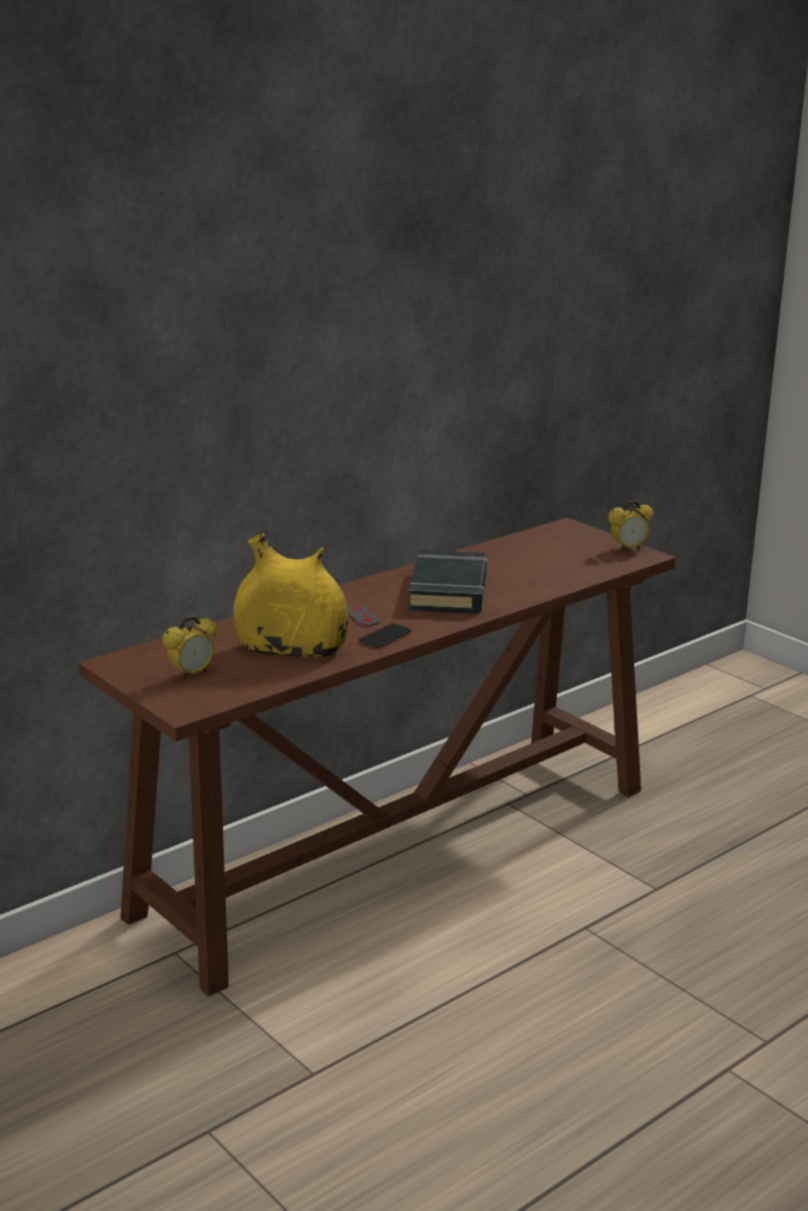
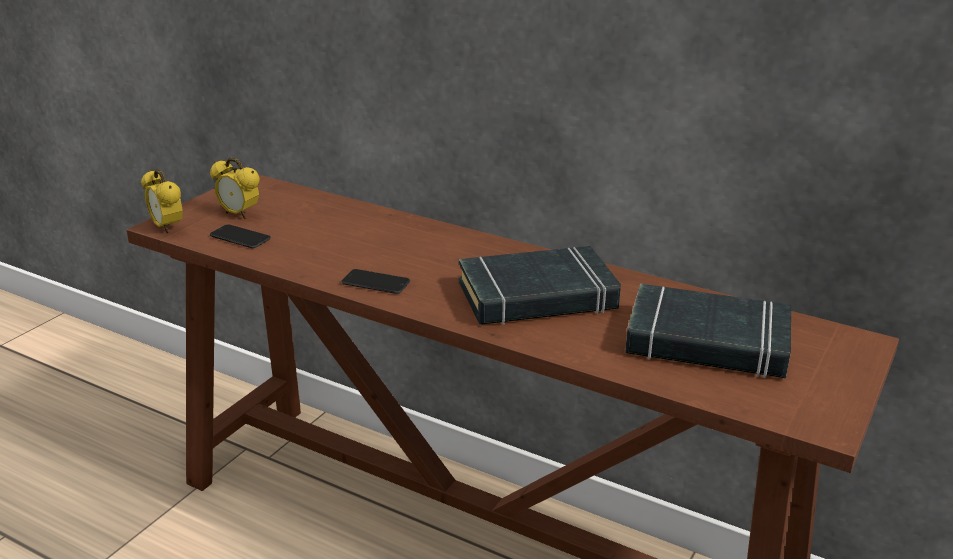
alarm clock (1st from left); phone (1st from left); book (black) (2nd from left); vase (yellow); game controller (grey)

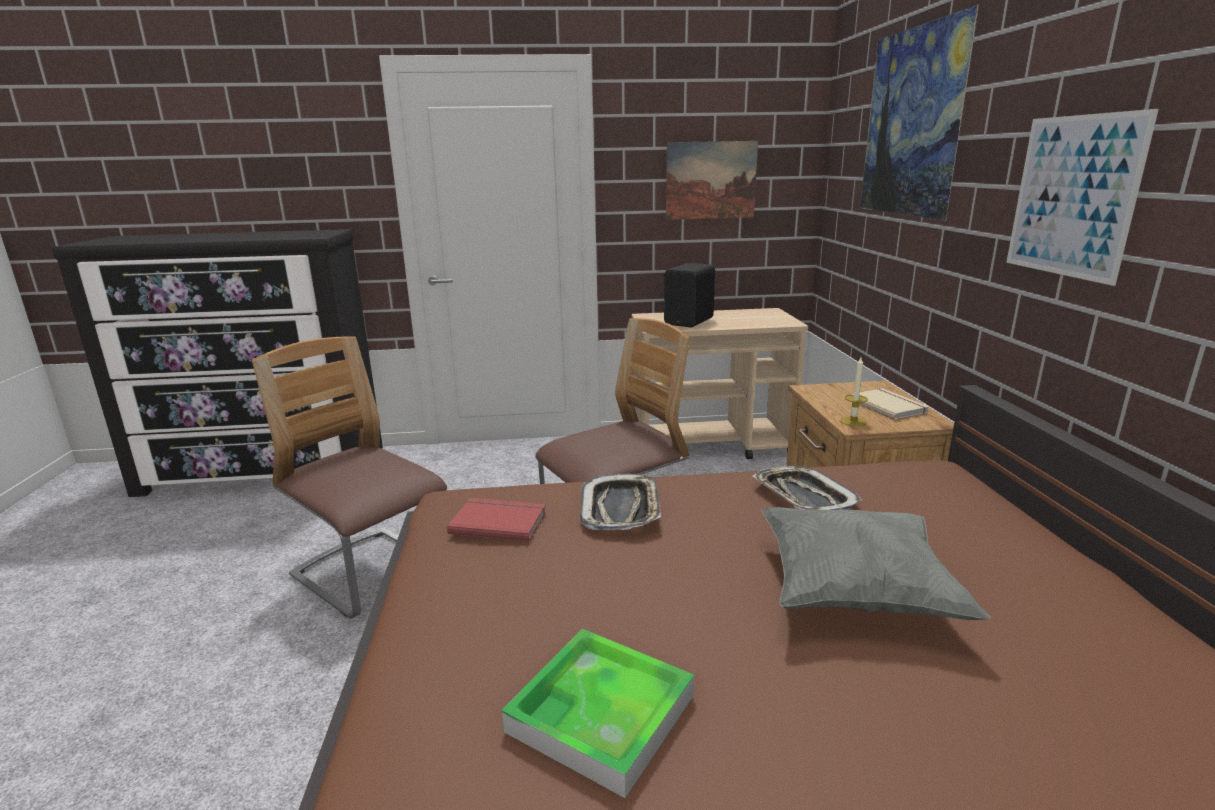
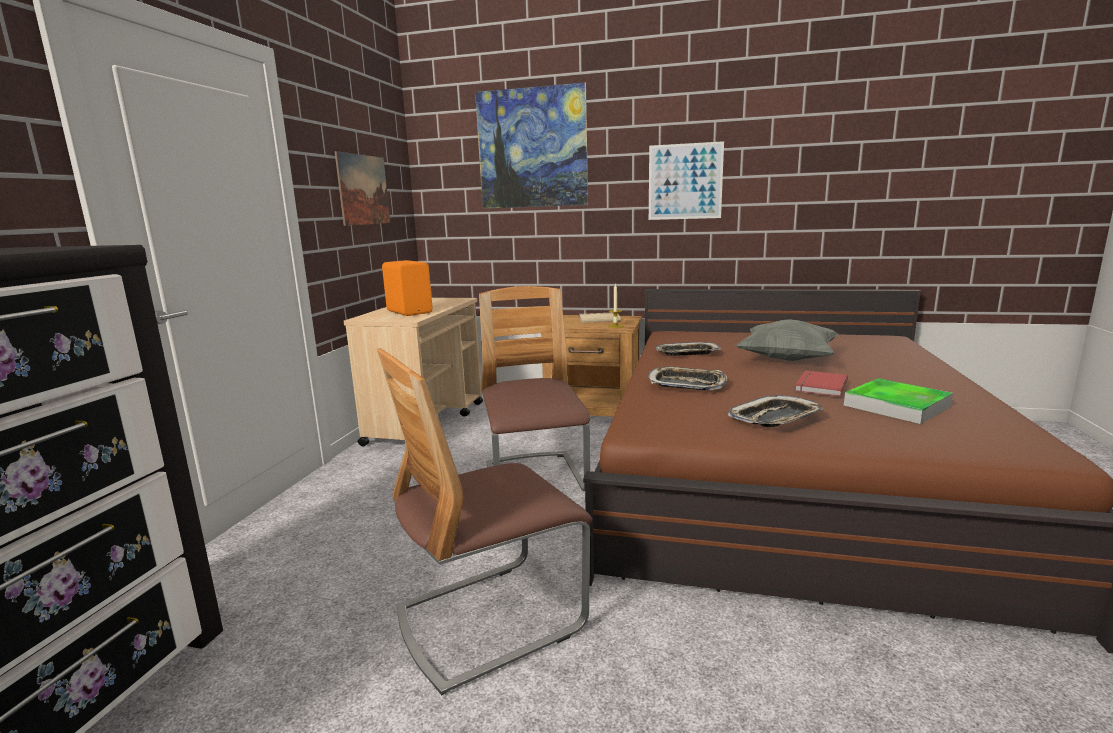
speaker (orange); tray (3rd from left); book (red)

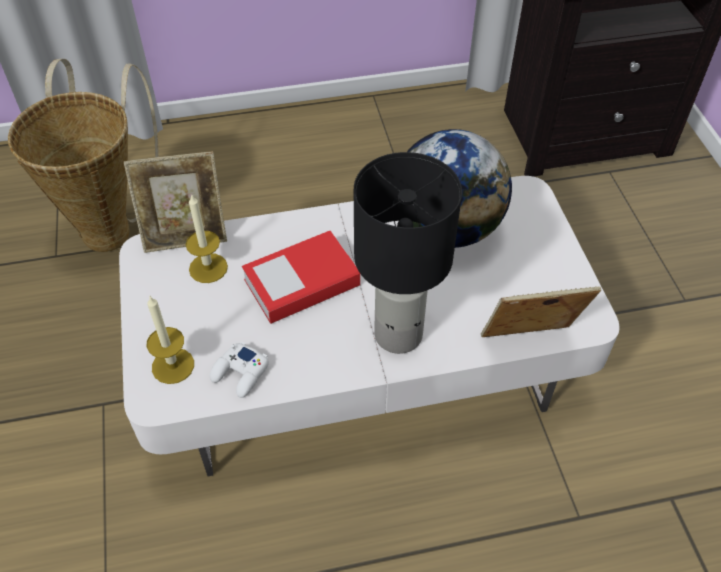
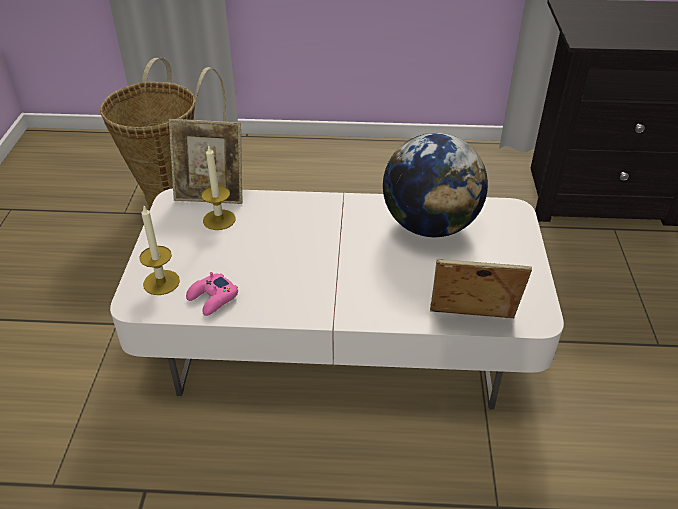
game controller (pink); book; table lamp (black)

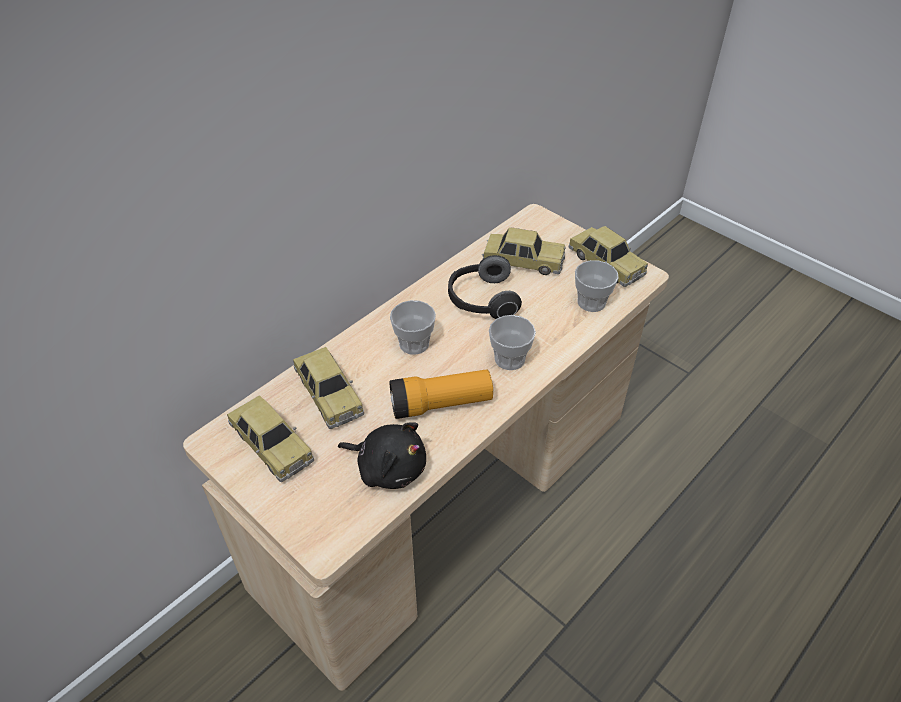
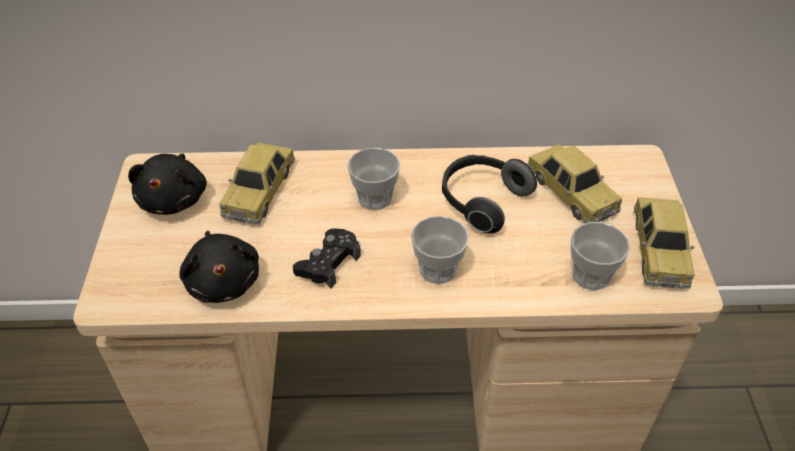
plush toy (black) (1st from left); game controller (black)

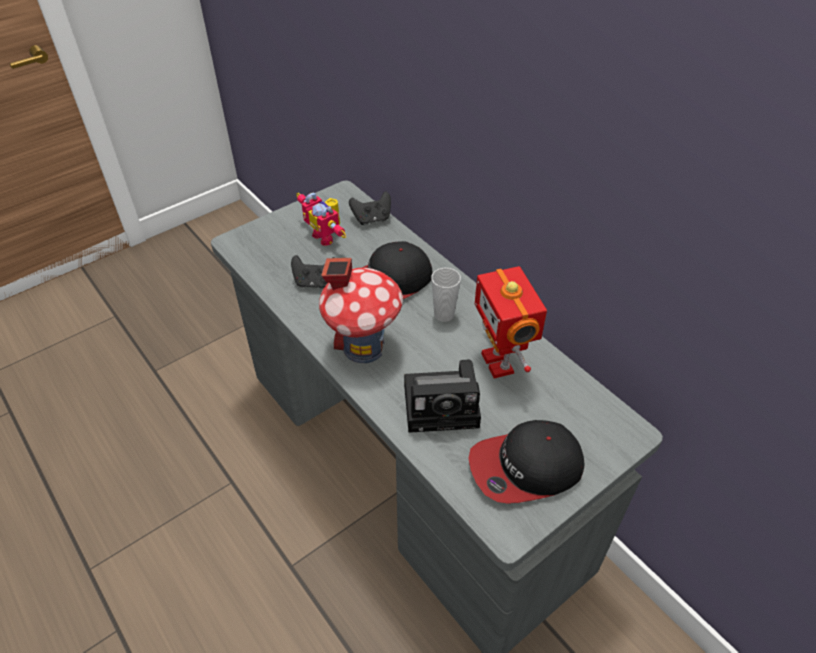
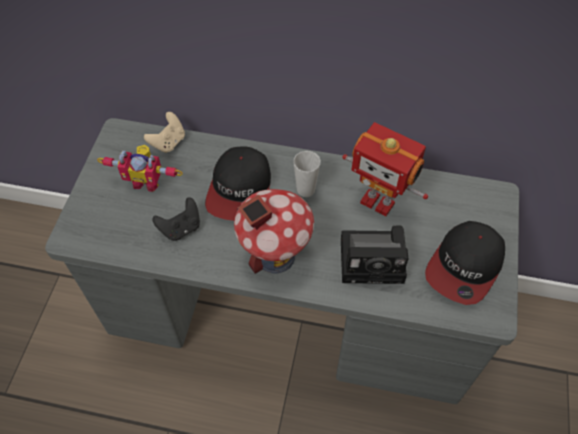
game controller (beige); photo camera

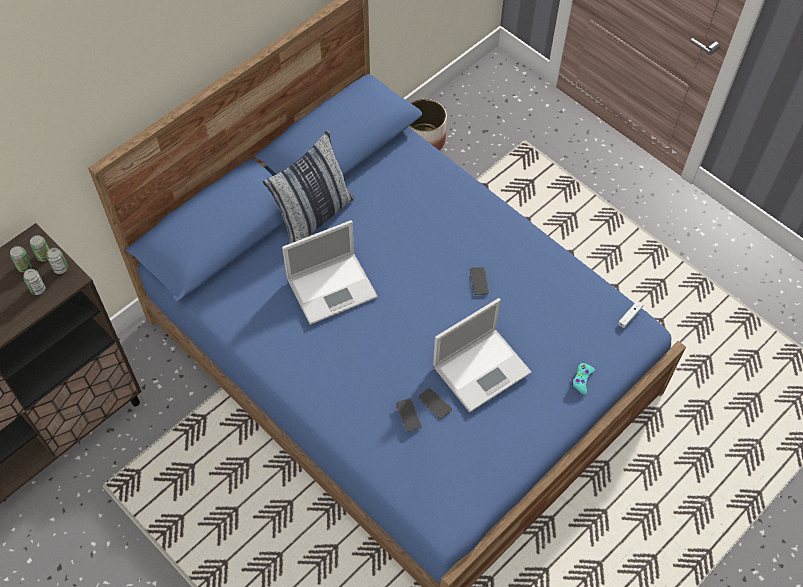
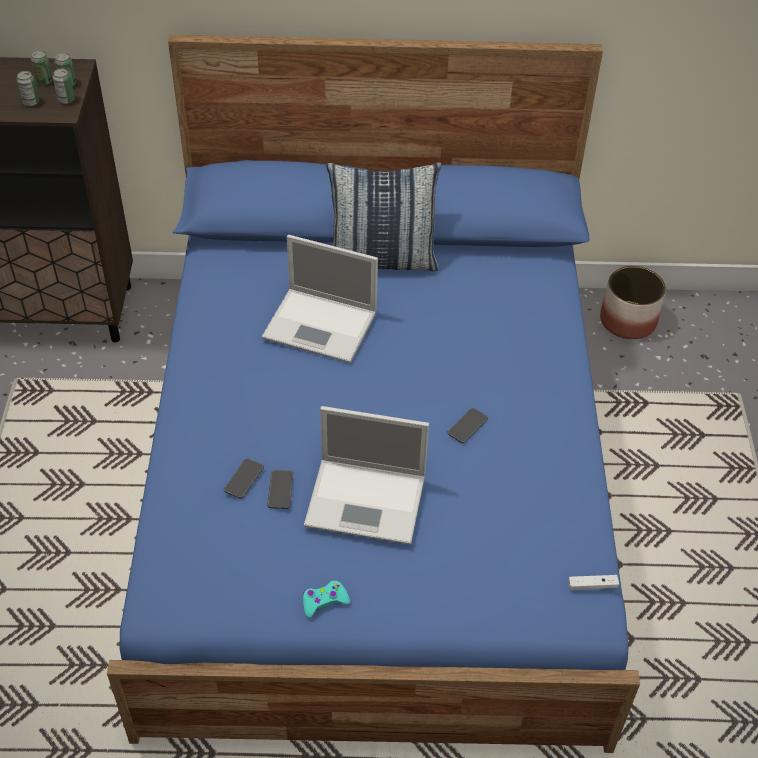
game controller (turquoise)

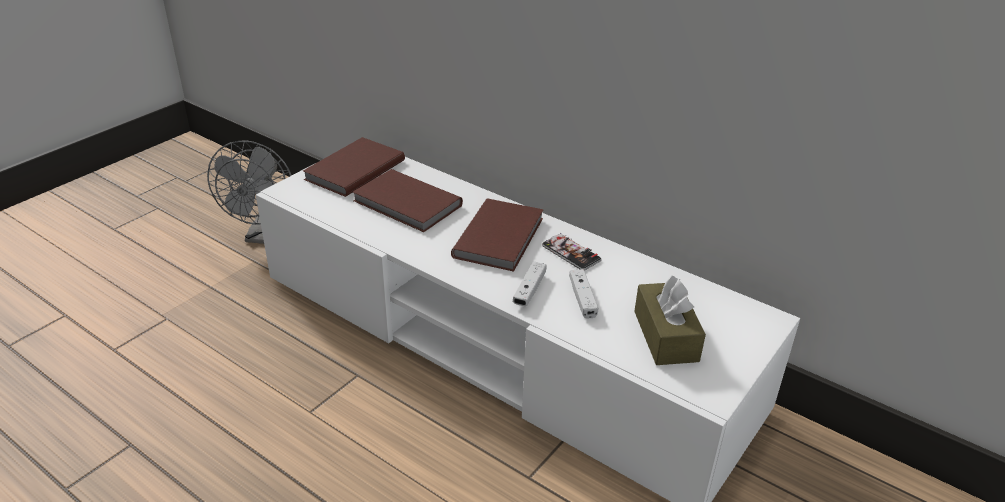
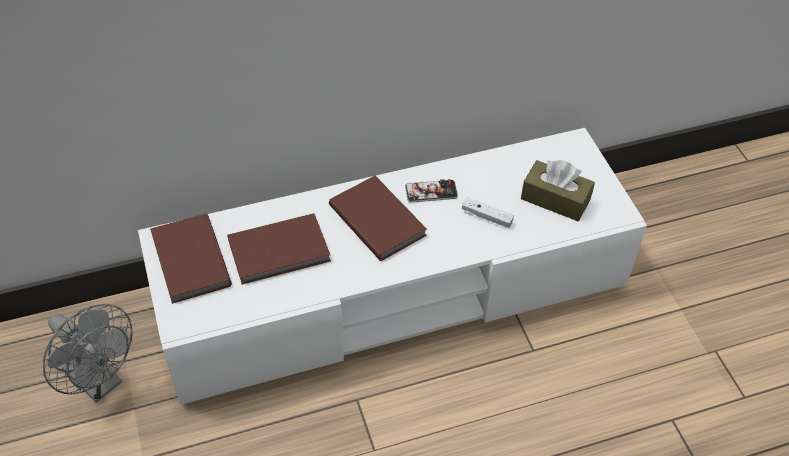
game controller (white) (1st from left in the first image)

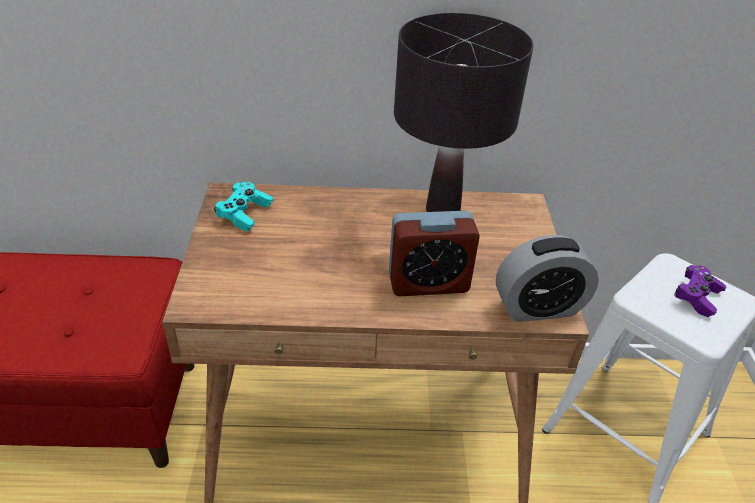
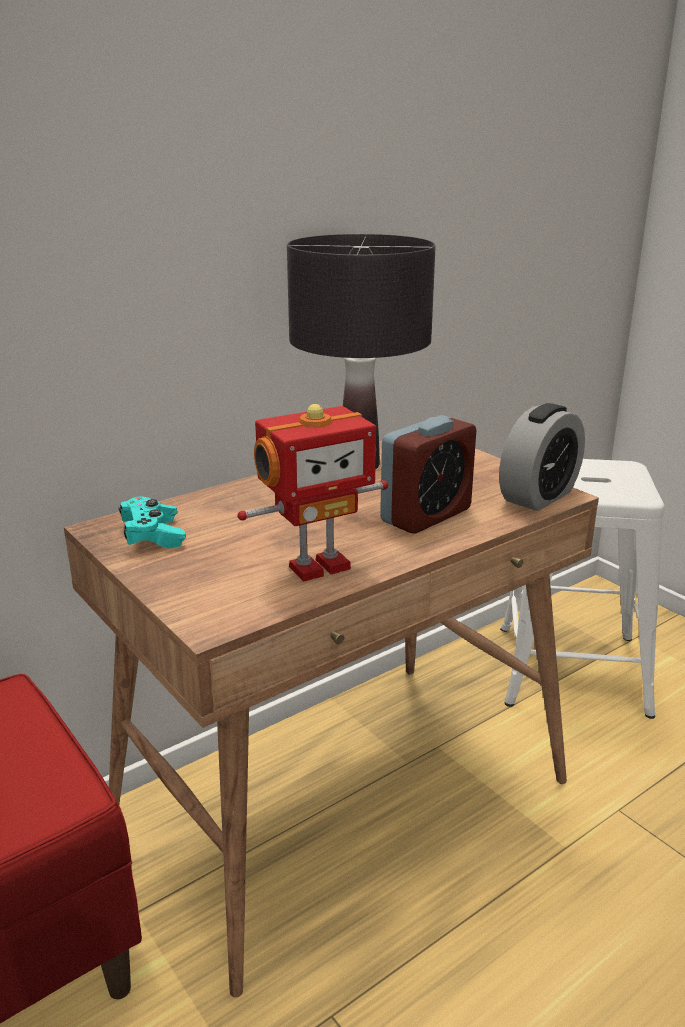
toy robot; game controller (purple)

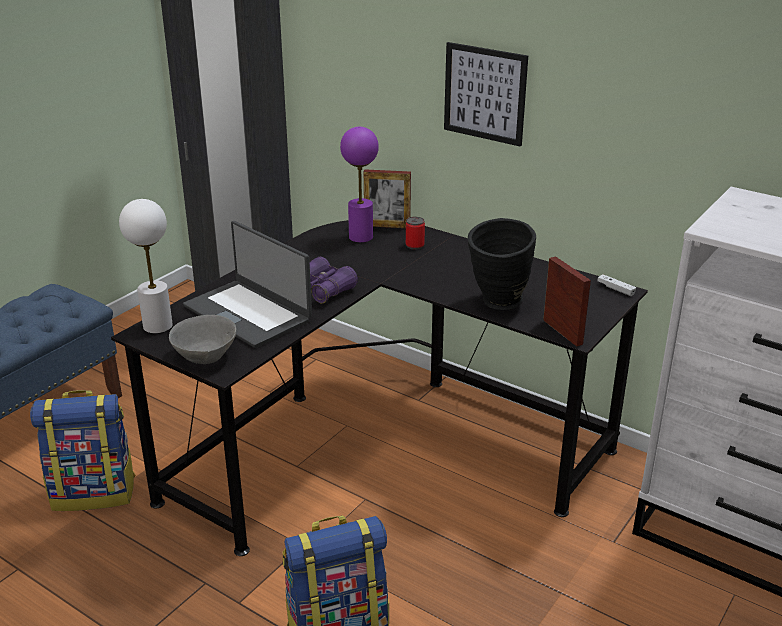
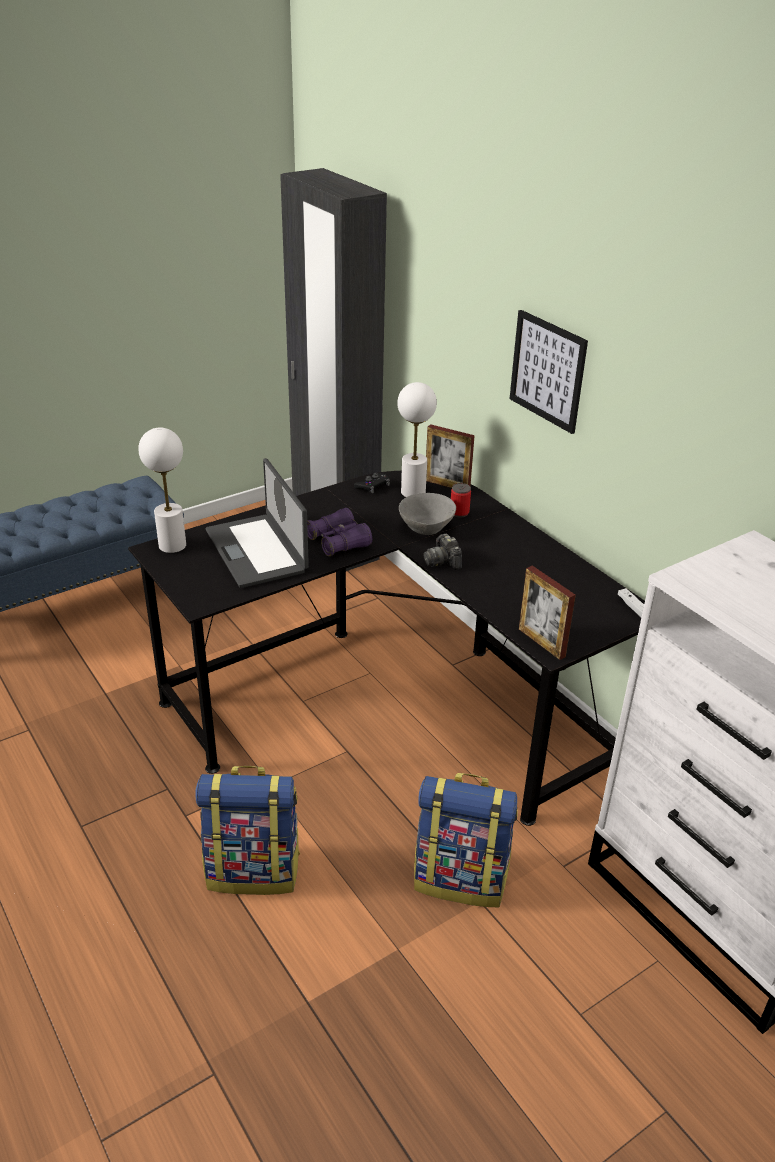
game controller (black); table lamp (white) (2nd from left); bowl (grey); backpack (2nd from left); photo camera; picture frame (2nd from left); vase (black)

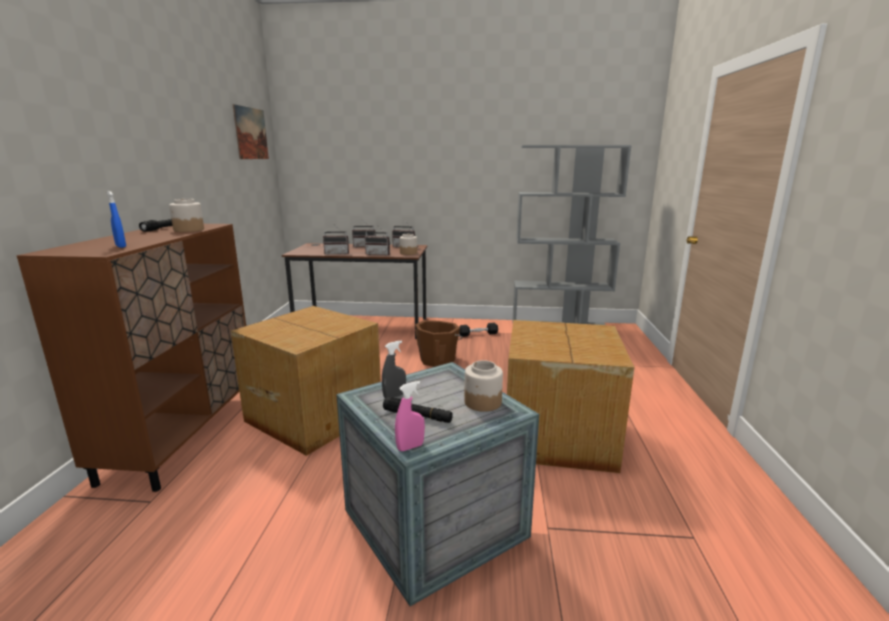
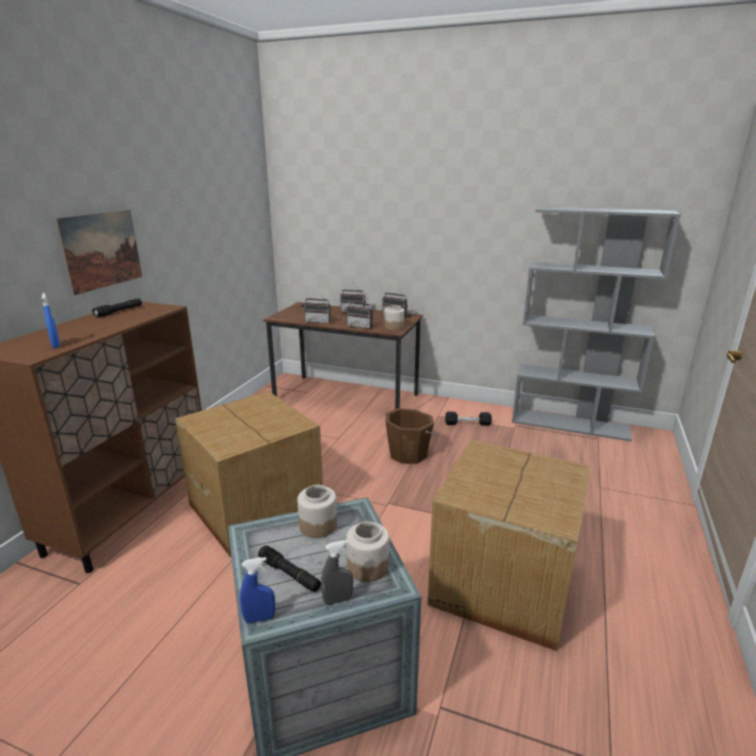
picture; spray bottle (blue) (2nd from left); jar (1st from left); spray bottle (grey)

